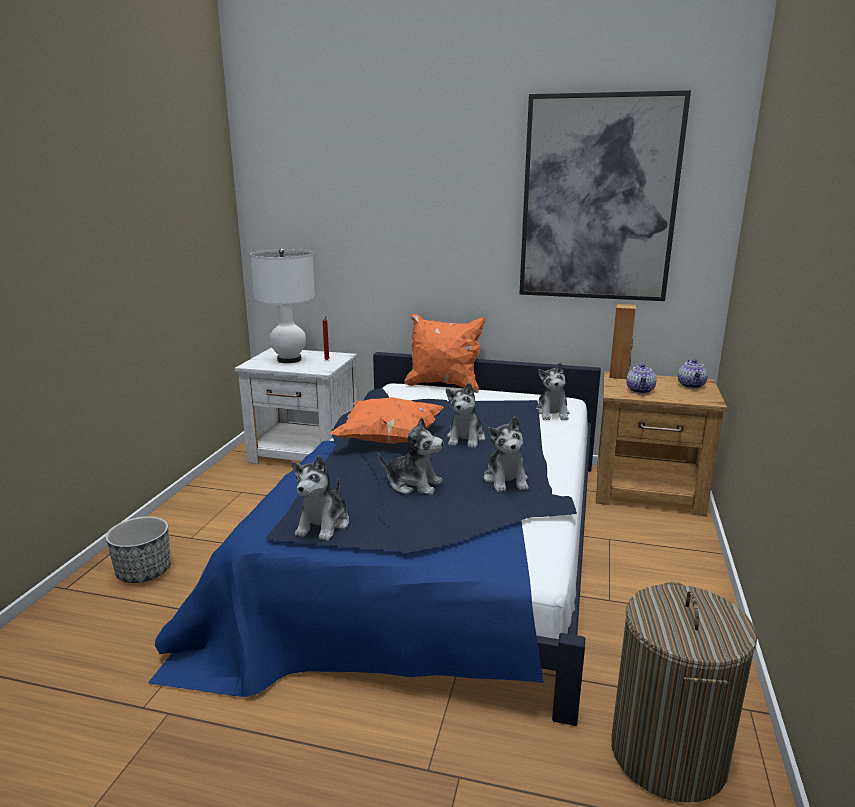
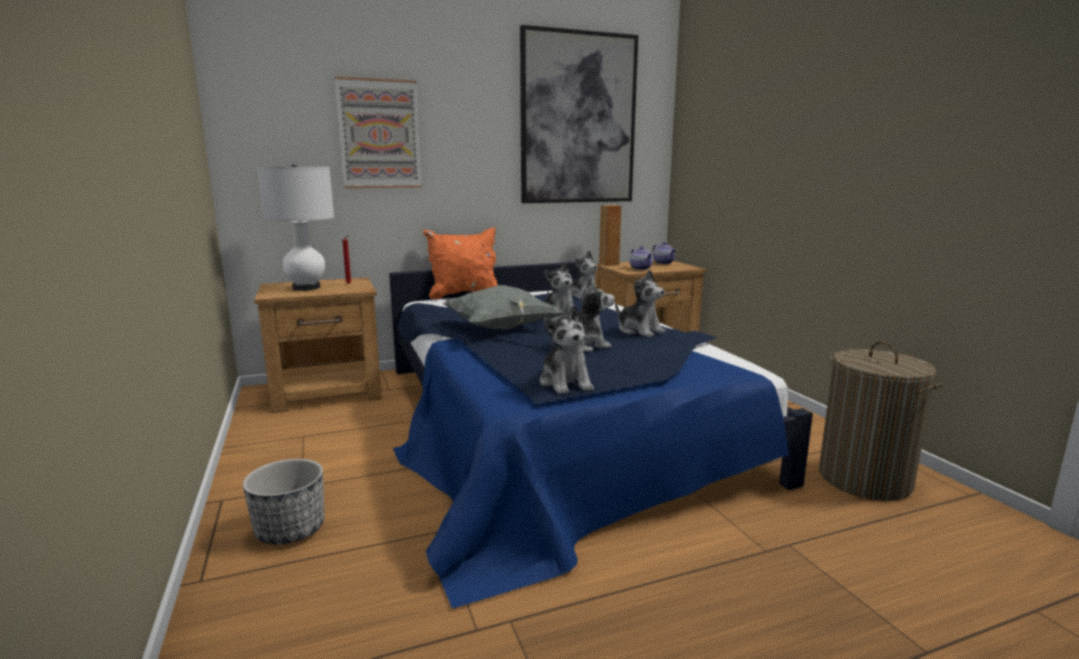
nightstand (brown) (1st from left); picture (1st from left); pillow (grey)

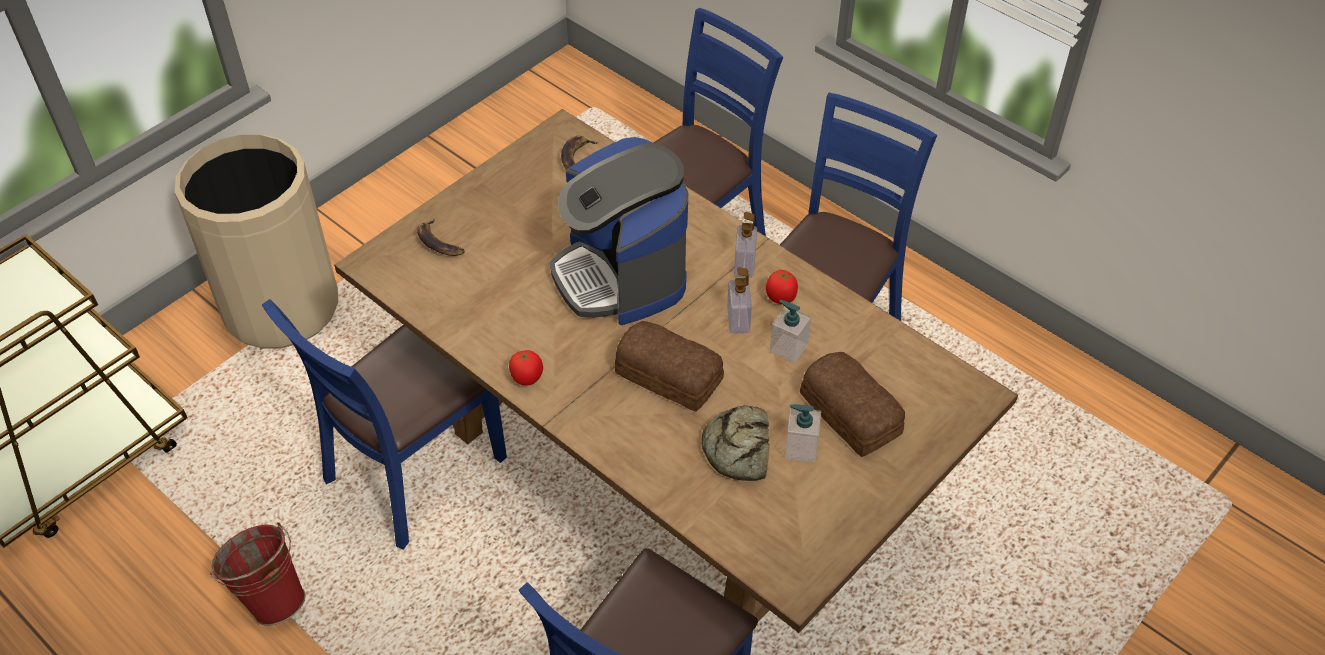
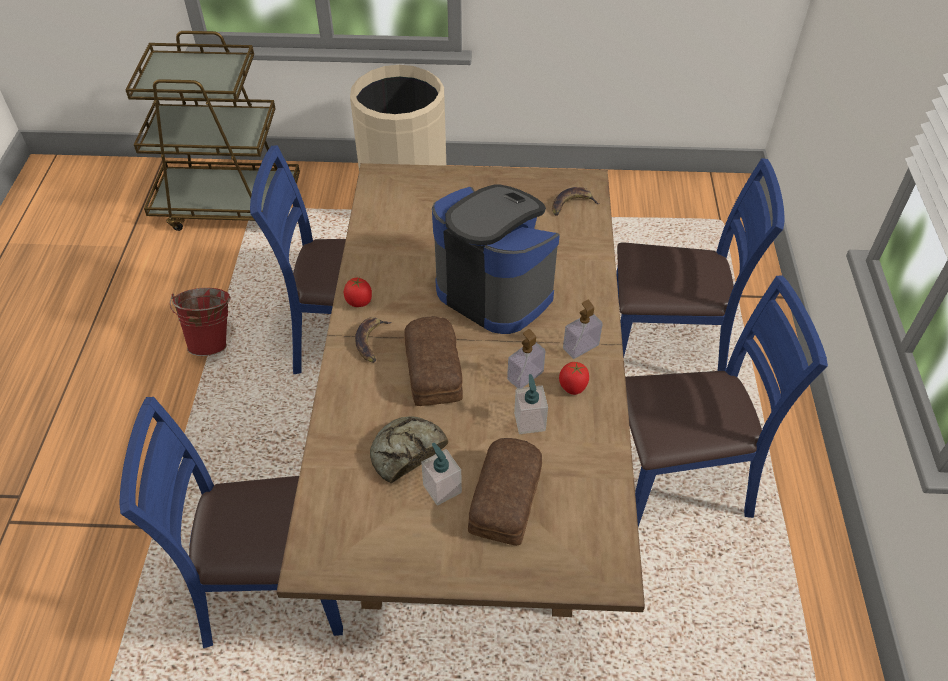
banana (1st from left); coffee machine

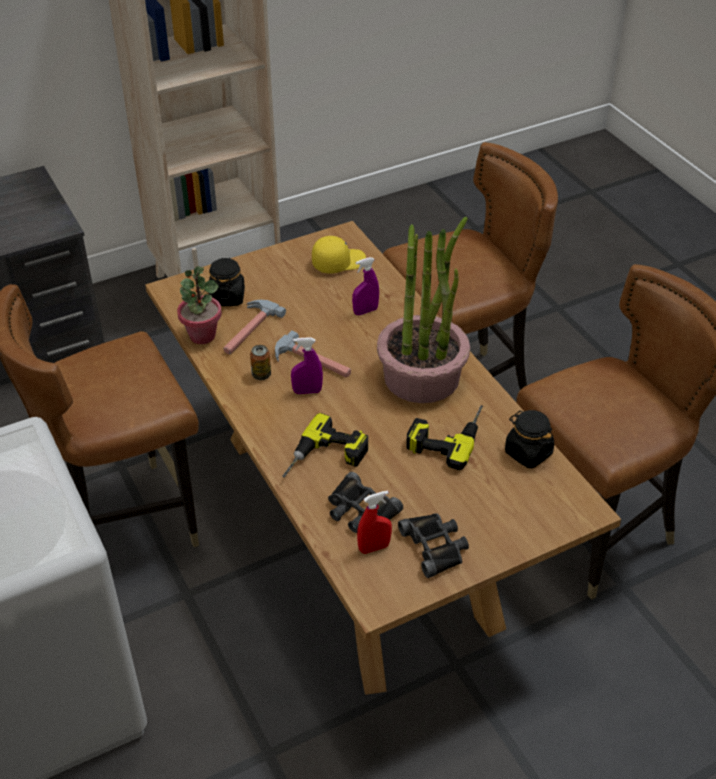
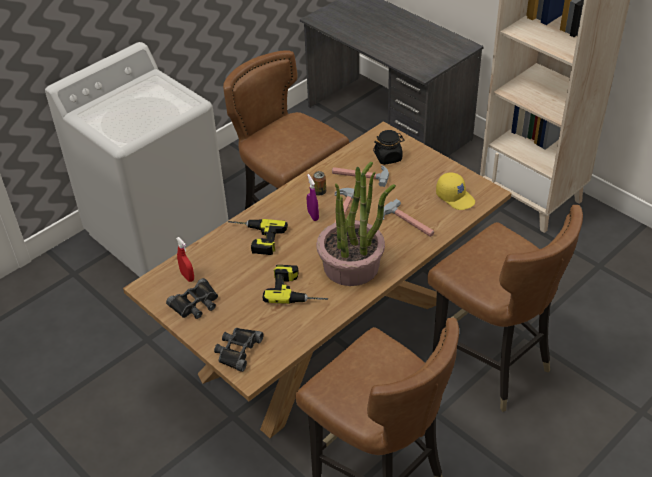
binoculars (black) (2nd from left); hammer (3rd from left); potted plant (1st from left in the first image); jar (black) (2nd from left in the first image)

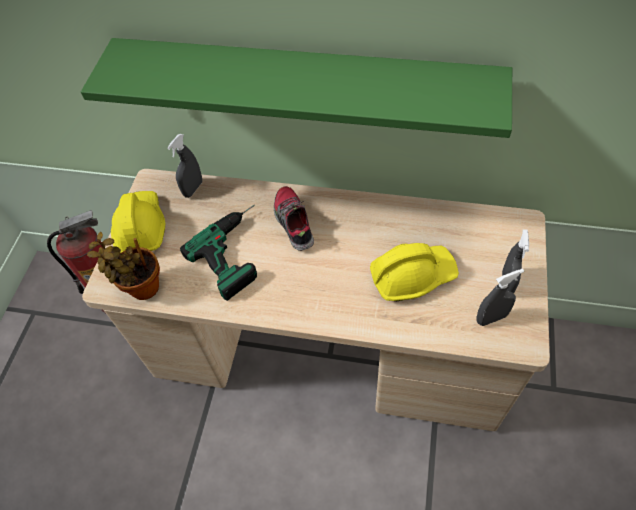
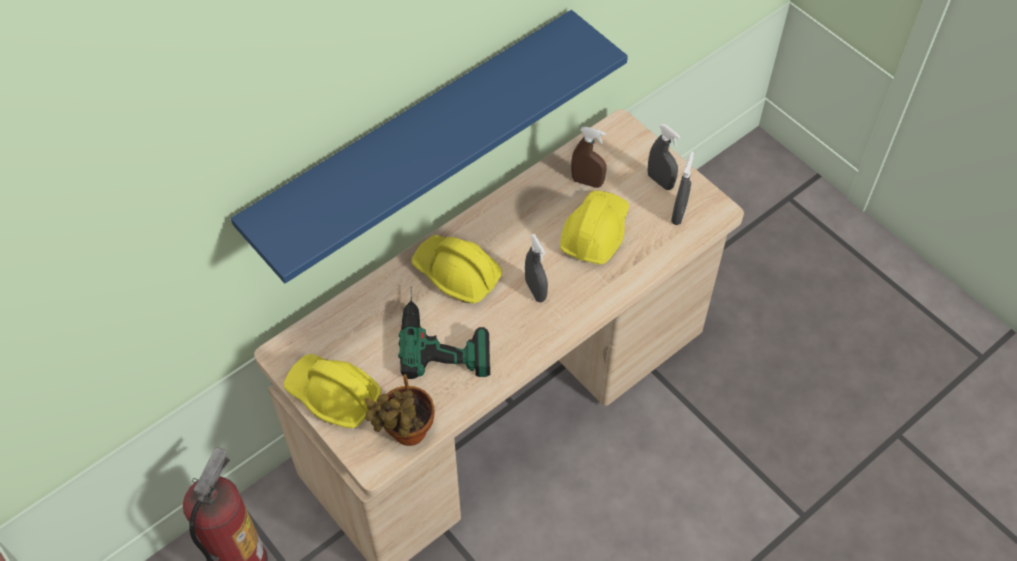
shelf (blue); hard hat (yellow) (2nd from left); spray bottle (grey) (1st from left); spray bottle (brown)

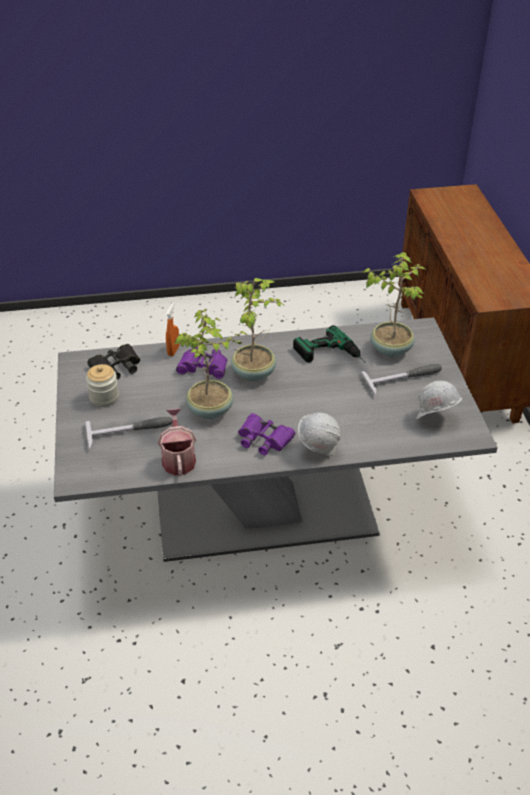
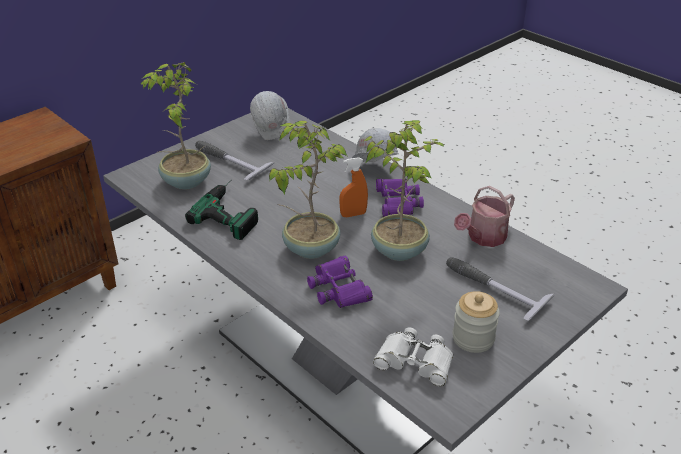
spray bottle (orange); binoculars (white)

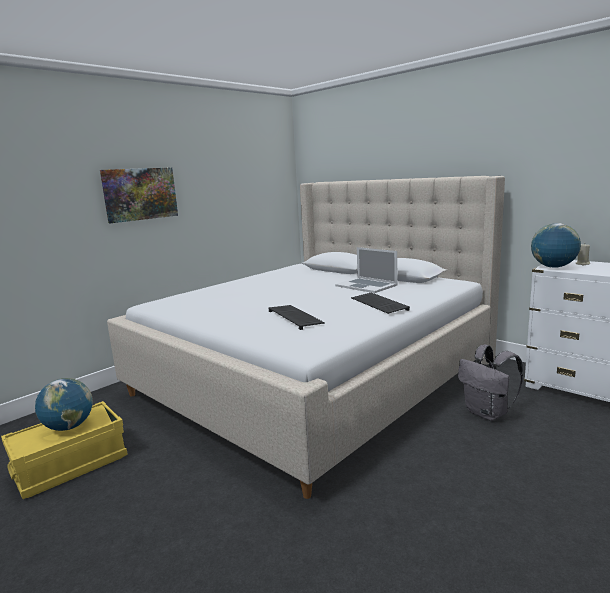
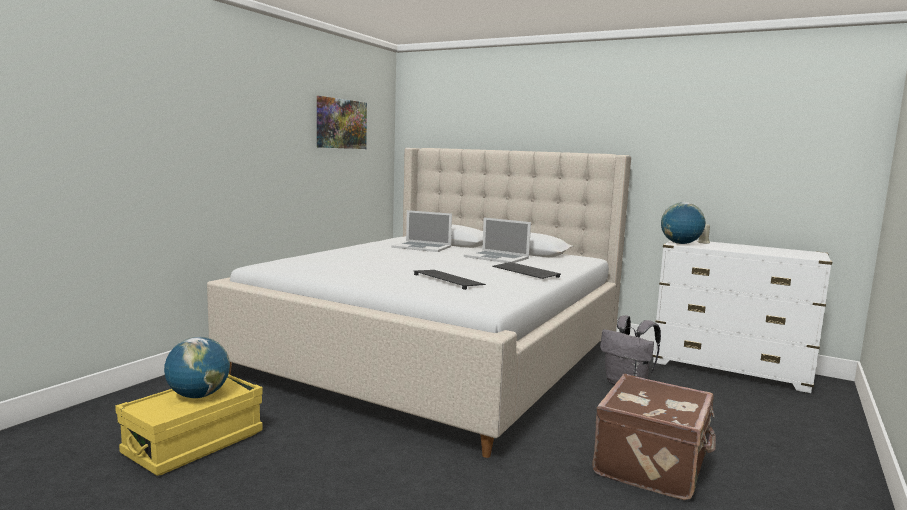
picture; laptop (1st from left); suitcase (brown)

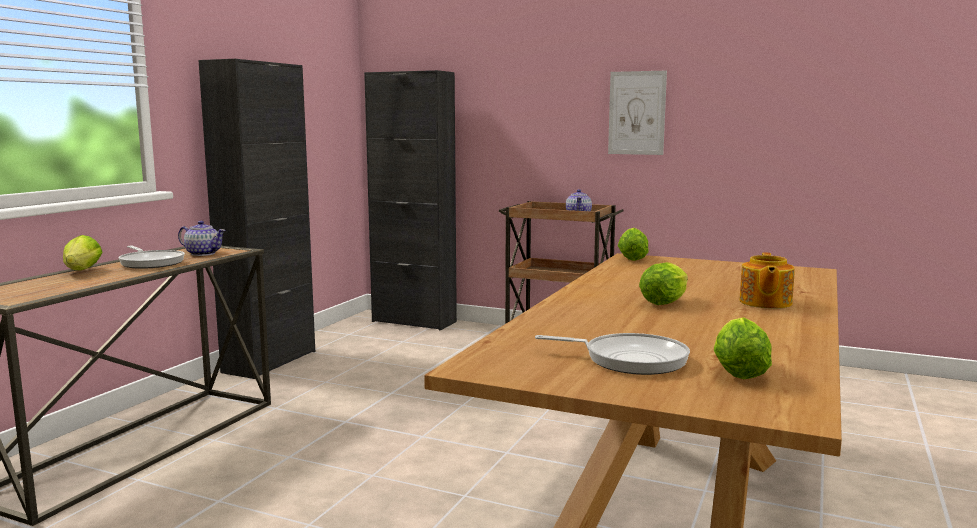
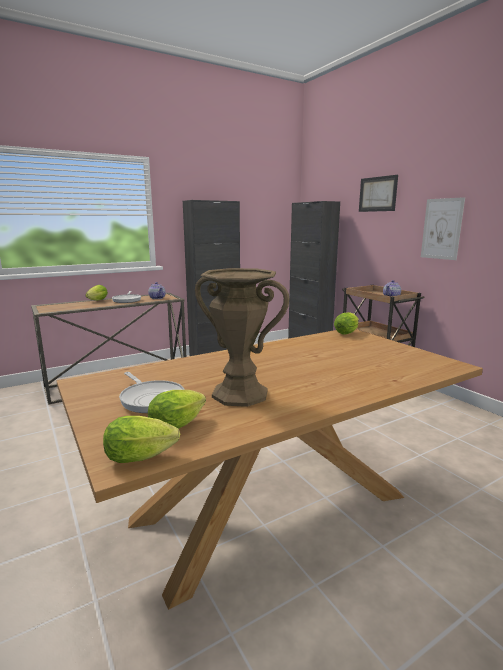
lettuce (2nd from left); vase (brown); picture (1st from left); teapot (3rd from left in the first image)

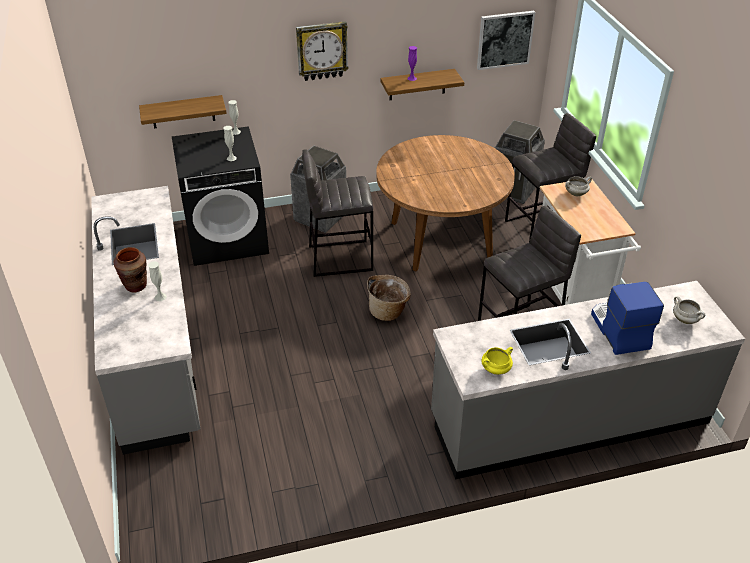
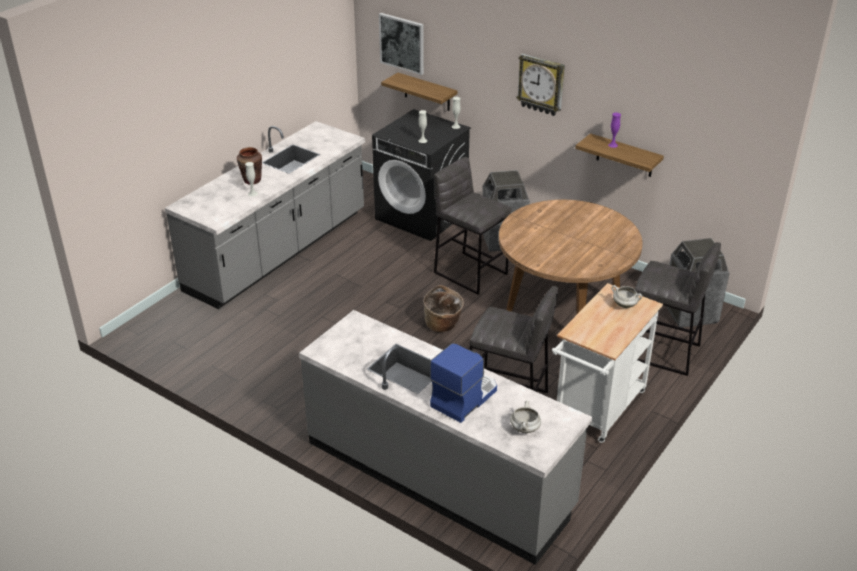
picture; cooking pot (yellow)

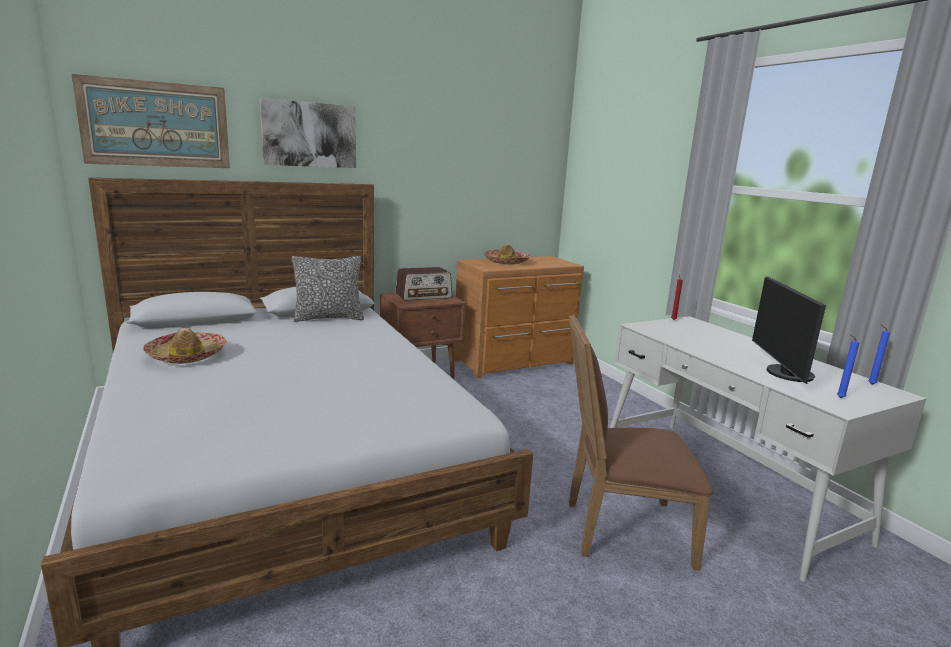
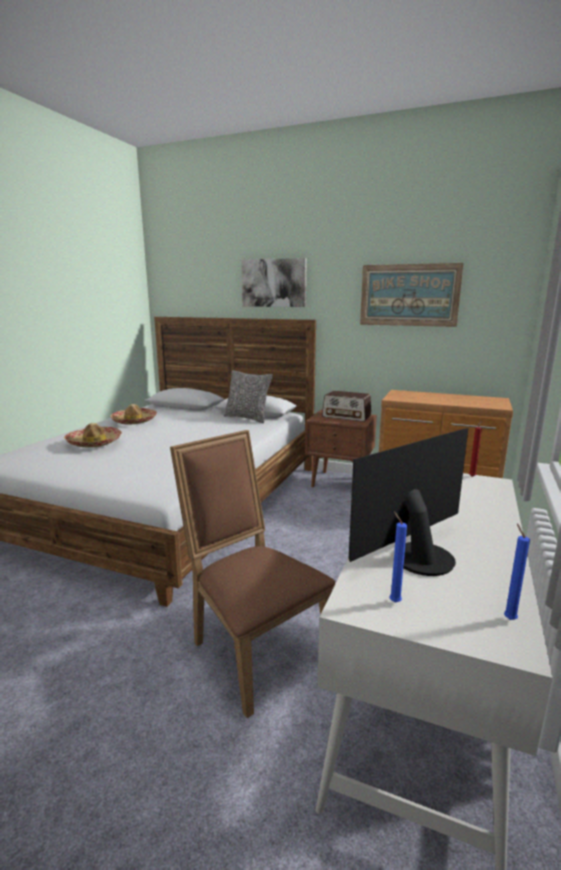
hat (1st from left); picture (2nd from left)

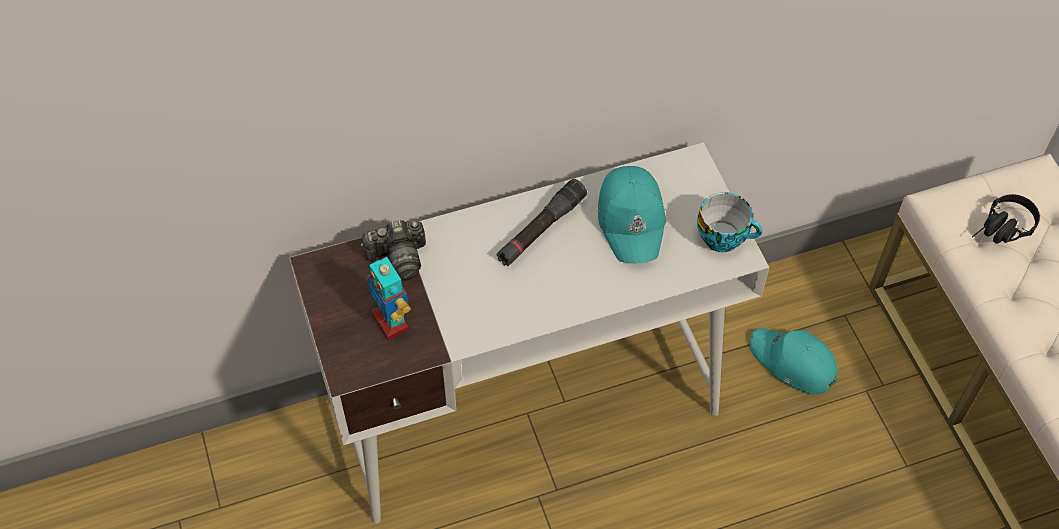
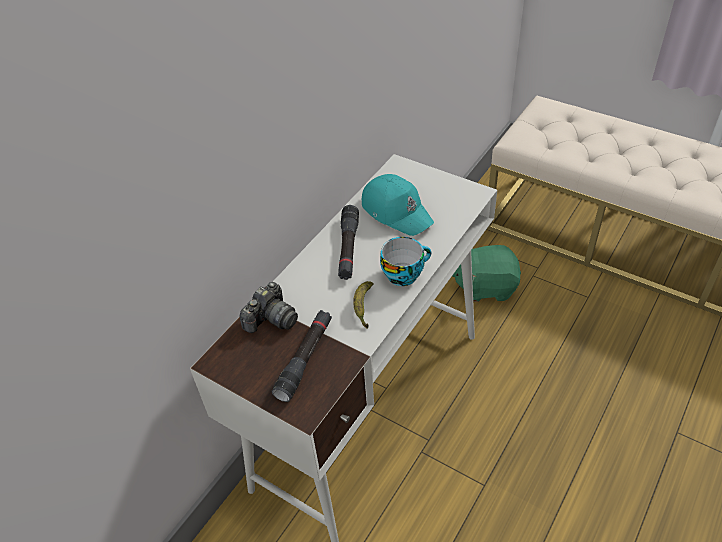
flashlight (black) (1st from left); banana; cup; plush toy (green); headphones (black)

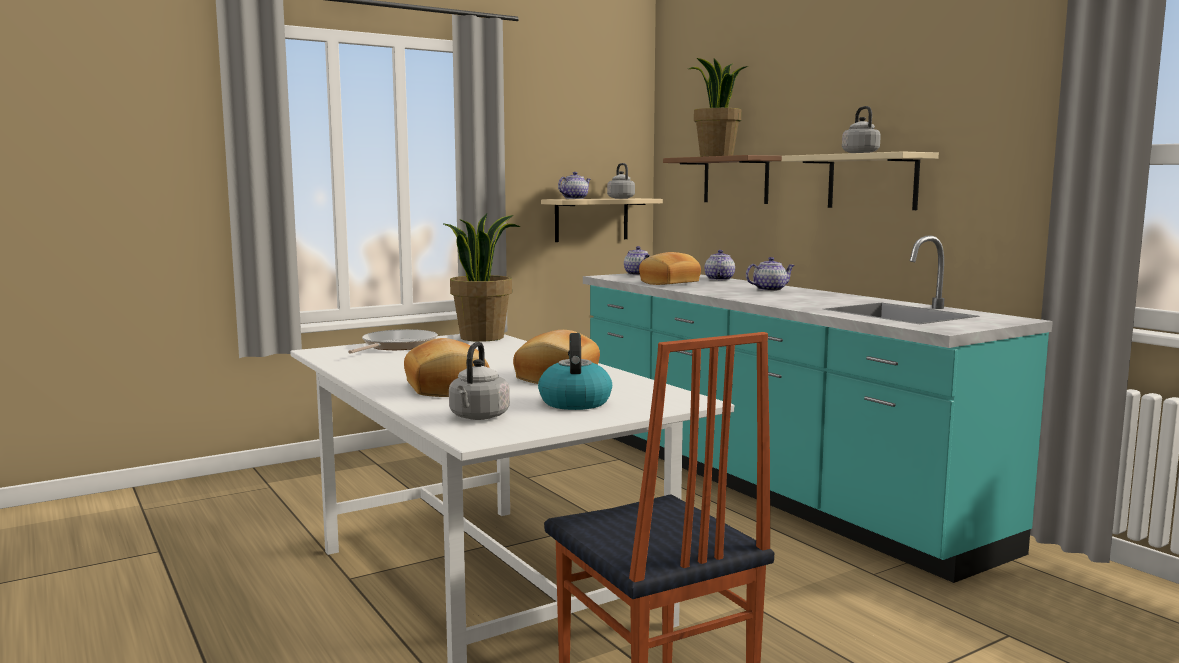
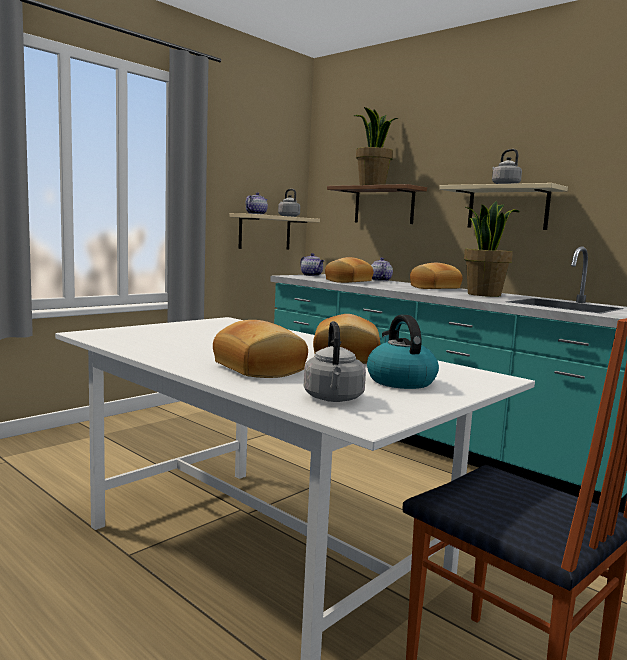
bread (4th from left); potted plant (2nd from left); frying pan

